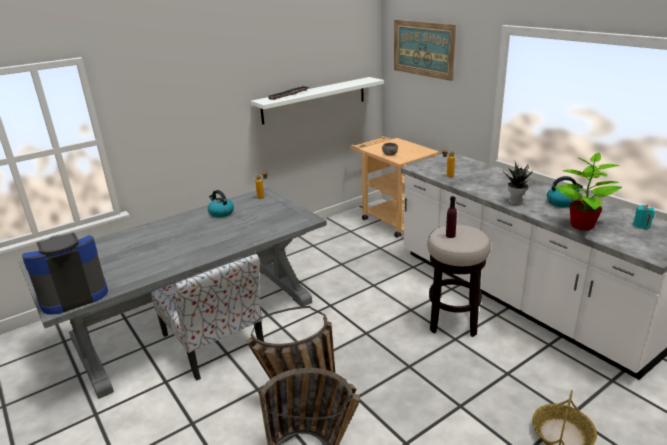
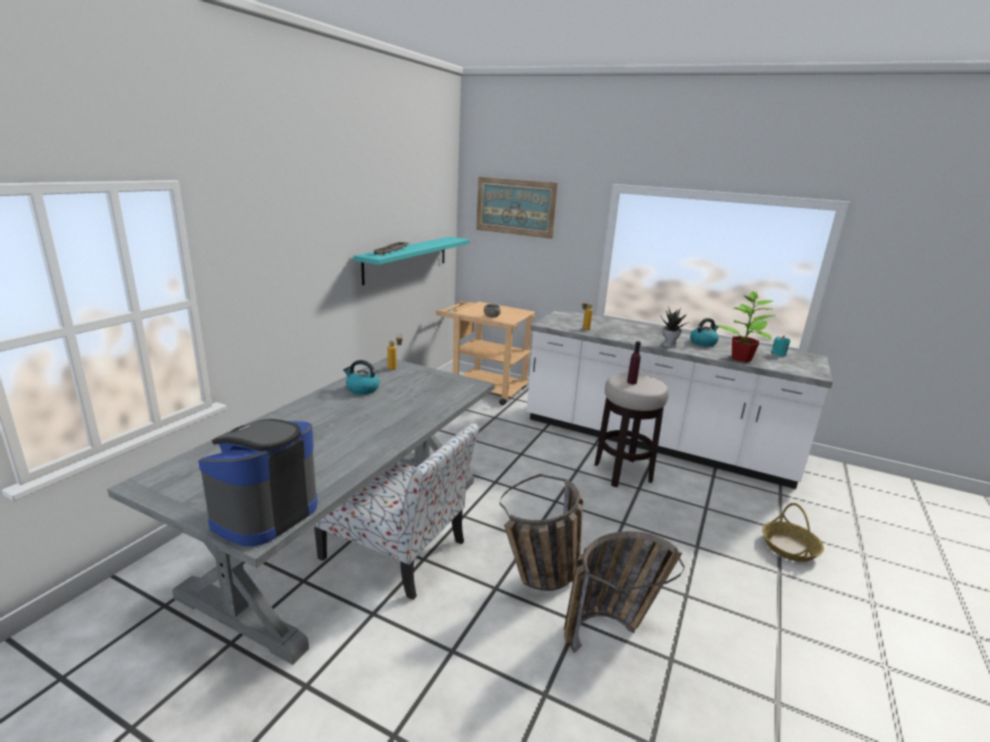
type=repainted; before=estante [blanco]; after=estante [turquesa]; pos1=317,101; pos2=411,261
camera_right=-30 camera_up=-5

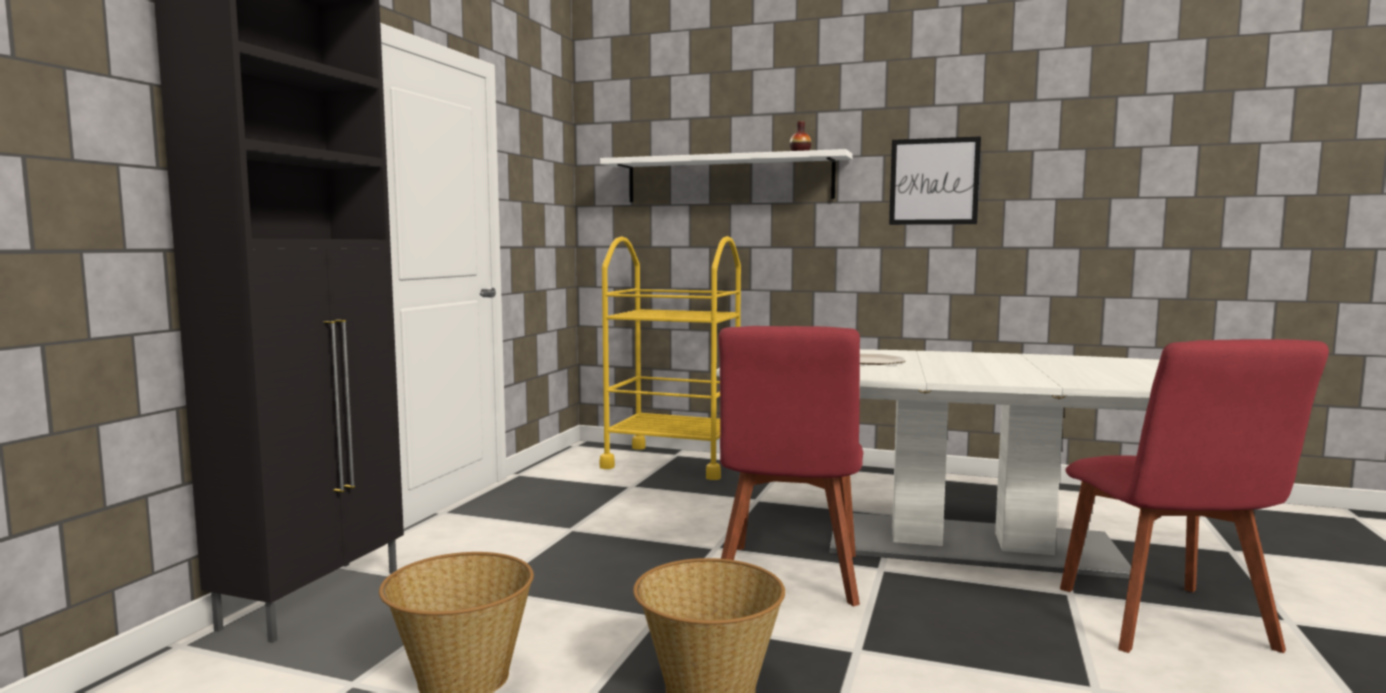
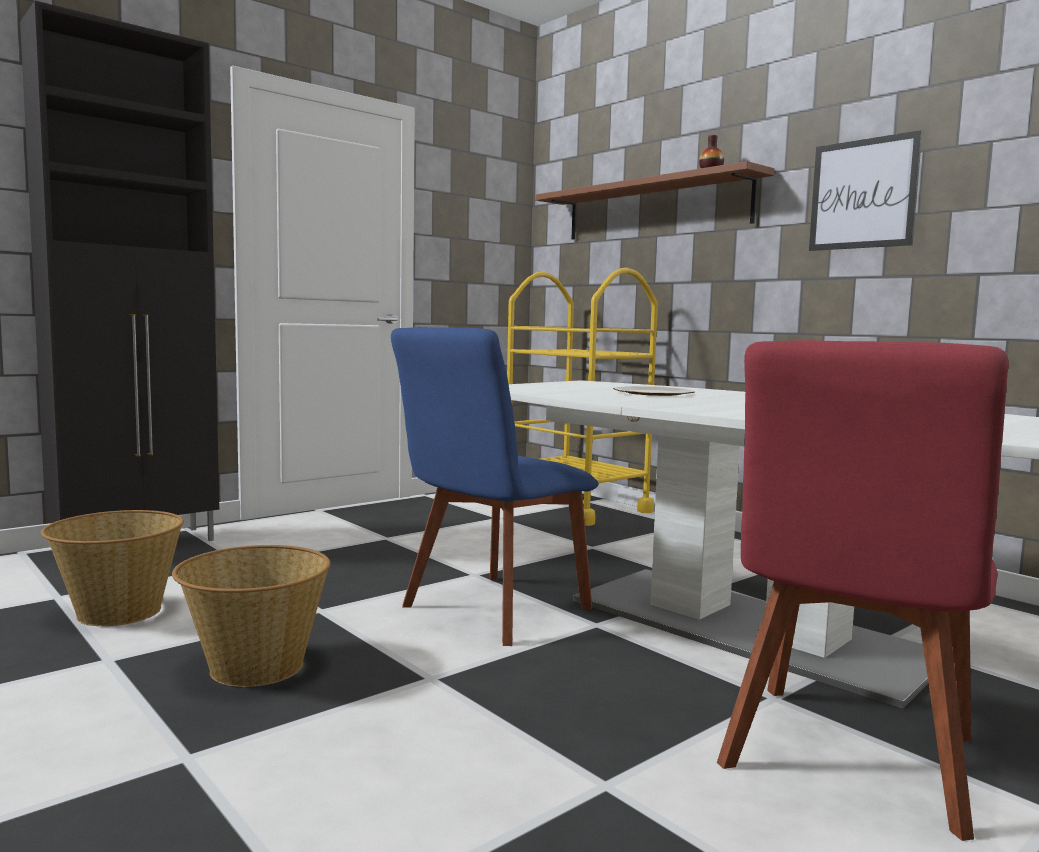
type=repainted; before=estante [blanco]; after=estante [marrón]; pos1=726,175; pos2=654,200
type=repainted; before=silla [rojo]; after=silla [azul]; pos1=791,466; pos2=494,486
camera_right=30 camera_up=0

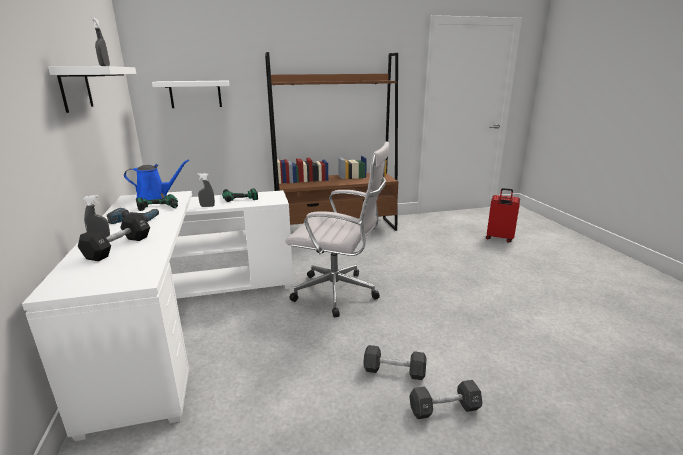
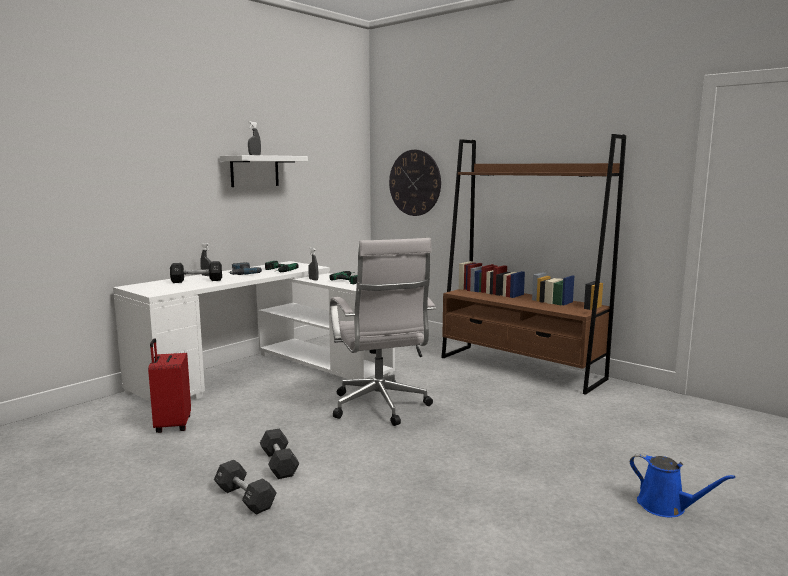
type=shifted; before=regadera [azul]; pos1=156,180; pos2=682,485
type=swapped; before=estante [blanco]; after=reloj de pared; pos1=190,94; pos2=415,183
type=shifted; before=maleta [rojo]; pos1=503,215; pos2=169,385
camera_right=55 camera_up=-10

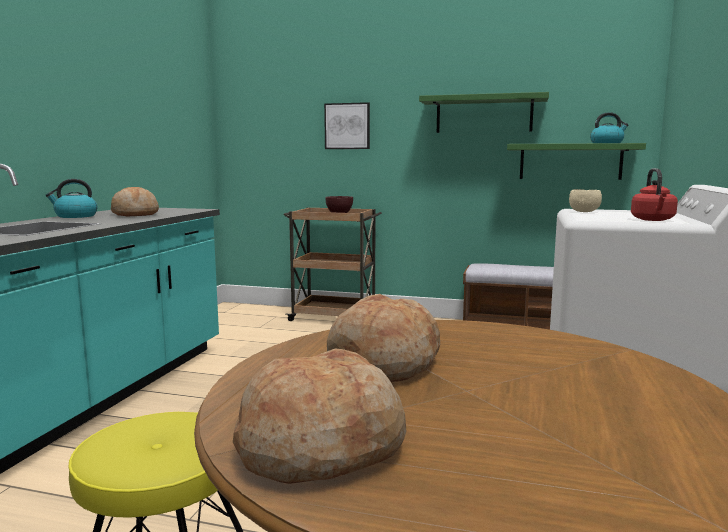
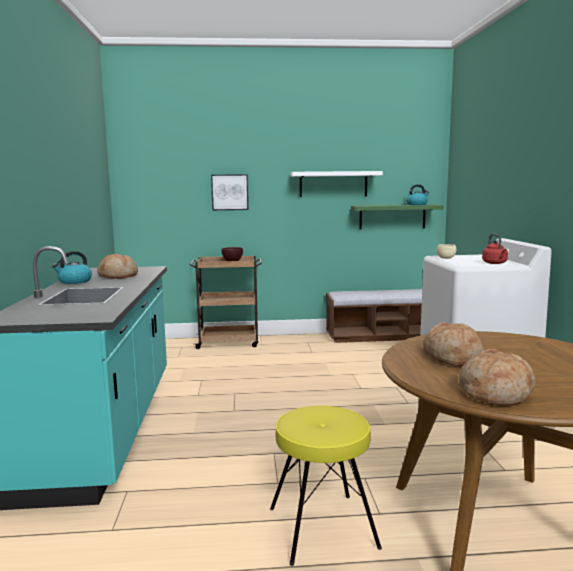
type=repainted; before=estante [verde]; after=estante [blanco]; pos1=484,112; pos2=336,184
camera_right=-20 camera_up=0

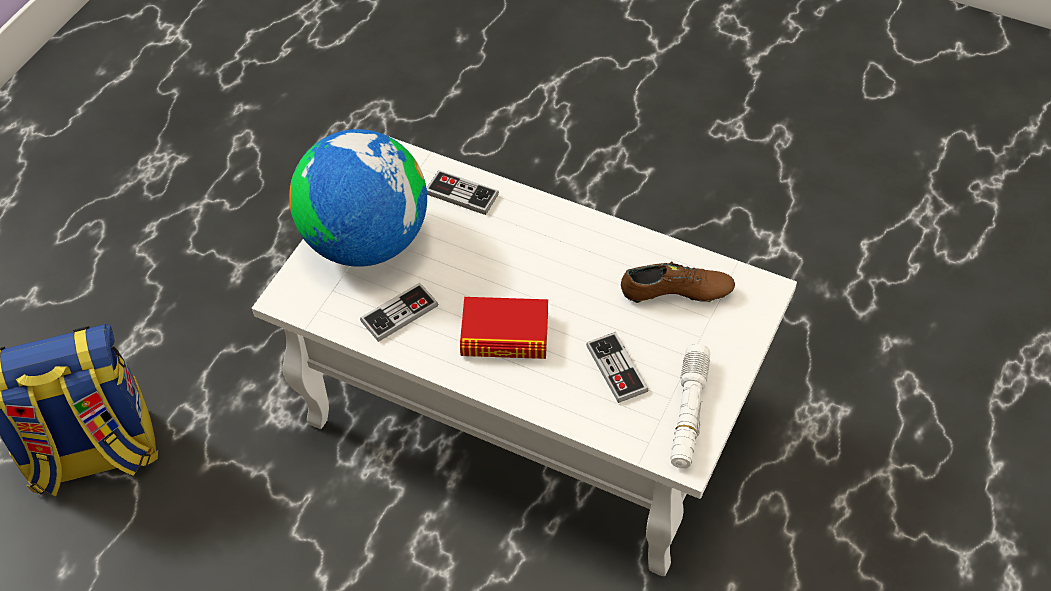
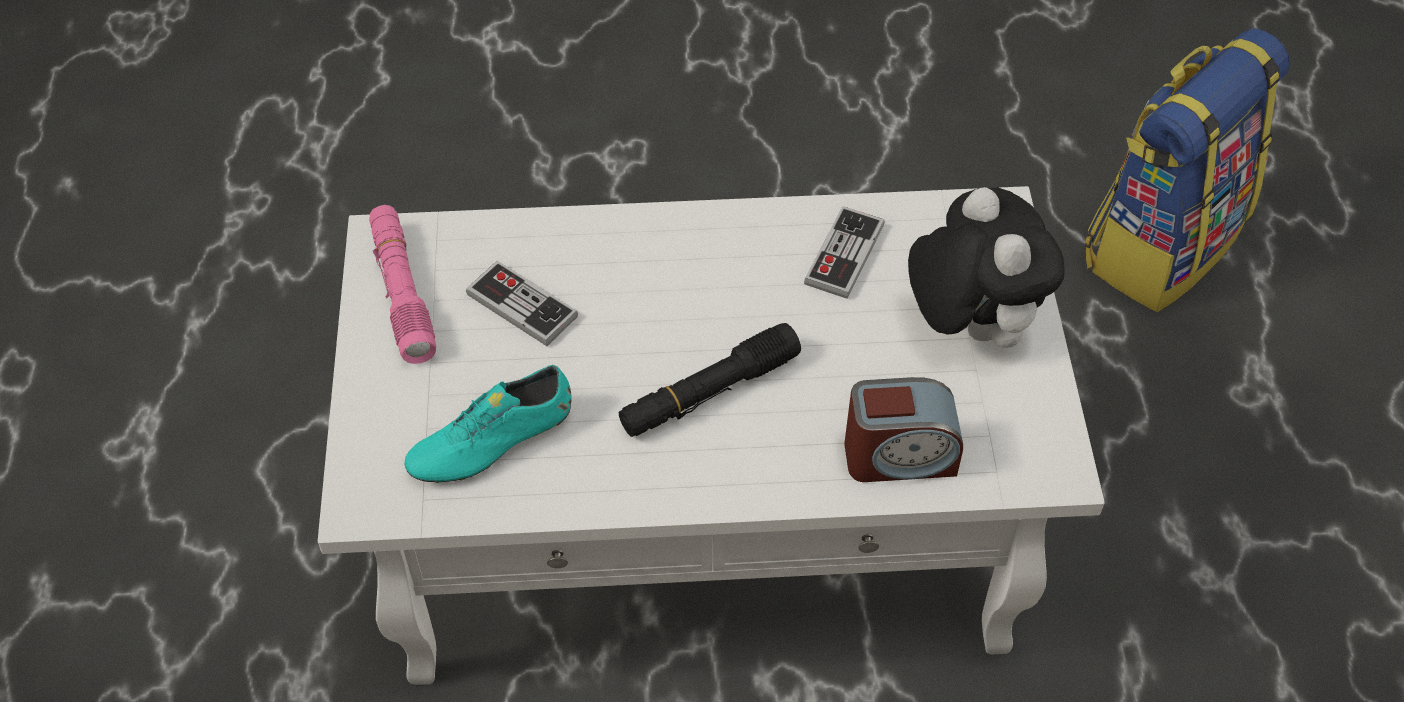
type=swapped; before=globo terráqueo; after=peluche; pos1=358,198; pos2=986,267
type=swapped; before=mando de consola; after=despertador; pos1=463,192; pos2=904,429
type=gone; before=libro; pos1=504,328
type=repainted; before=zapato [marrón]; after=zapato [turquesa]; pos1=678,282; pos2=488,424
type=repainted; before=linterna [blanco]; after=linterna [rosa]; pos1=690,406; pos2=402,284
type=new; after=linterna [negro]; pos2=710,380
camera_right=150 camera_up=0

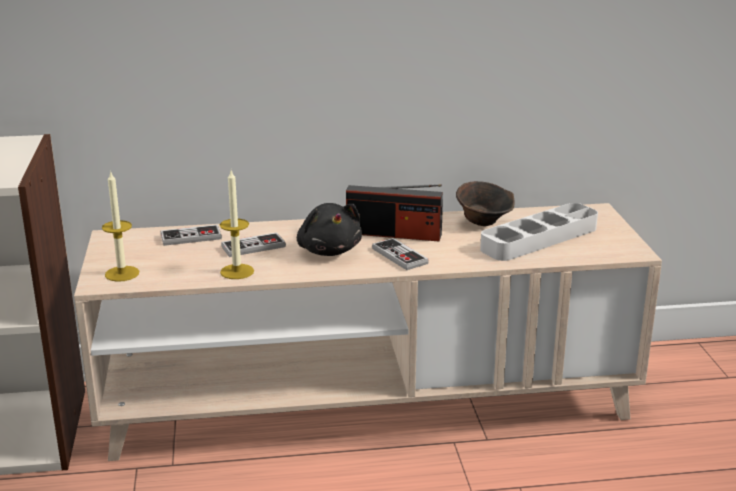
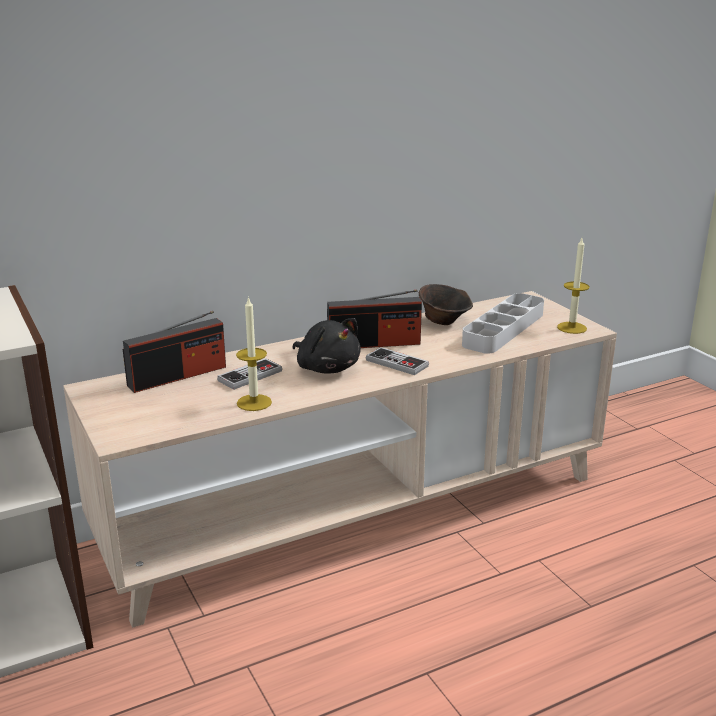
type=shifted; before=vela; pos1=120,226; pos2=573,286
type=swapped; before=mando de consola; after=radio; pos1=191,235; pos2=174,352
camera_right=-20 camera_up=0

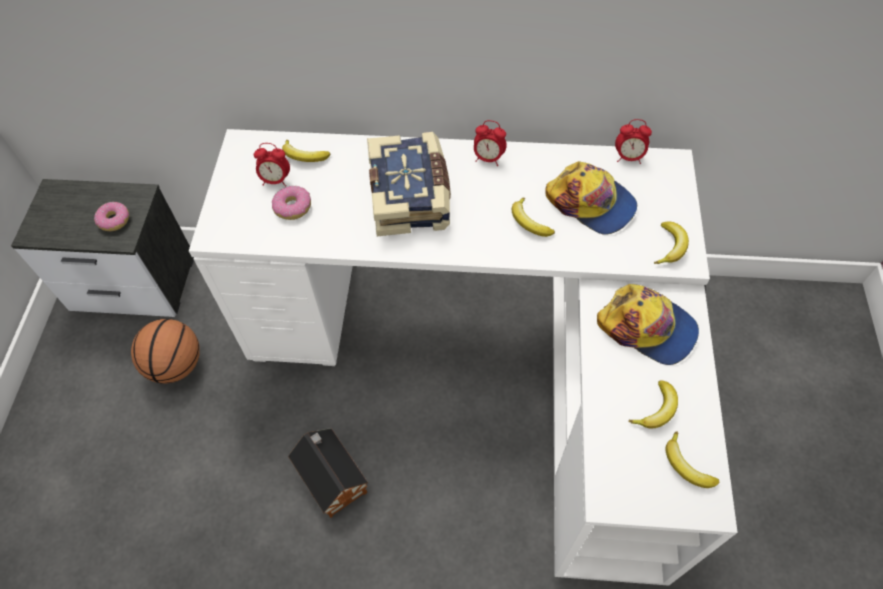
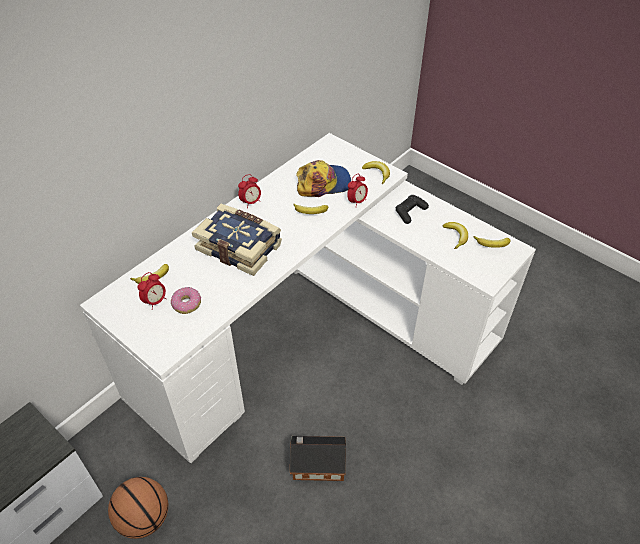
type=gone; before=rosquilla; pos1=111,216
type=swapped; before=gorra; after=mando de consola [negro]; pos1=648,324; pos2=412,209
type=shifted; before=despertador; pos1=633,141; pos2=357,191
camera_right=-55 camera_up=-10

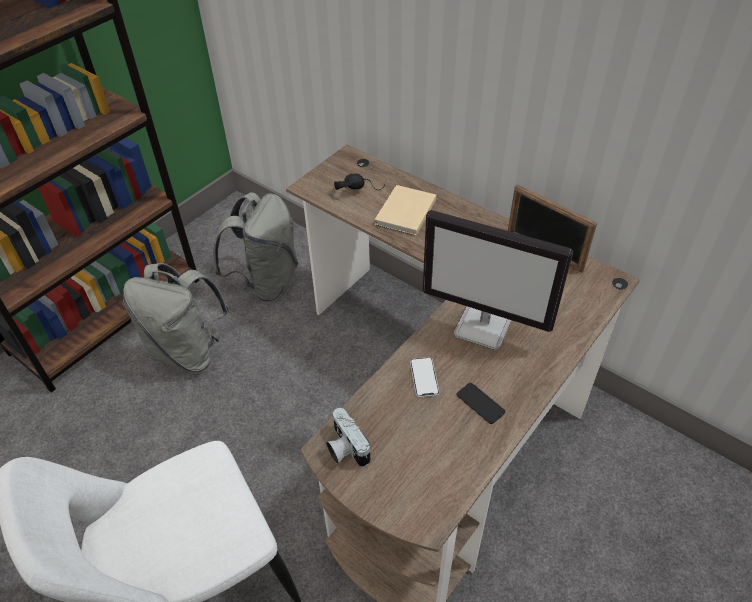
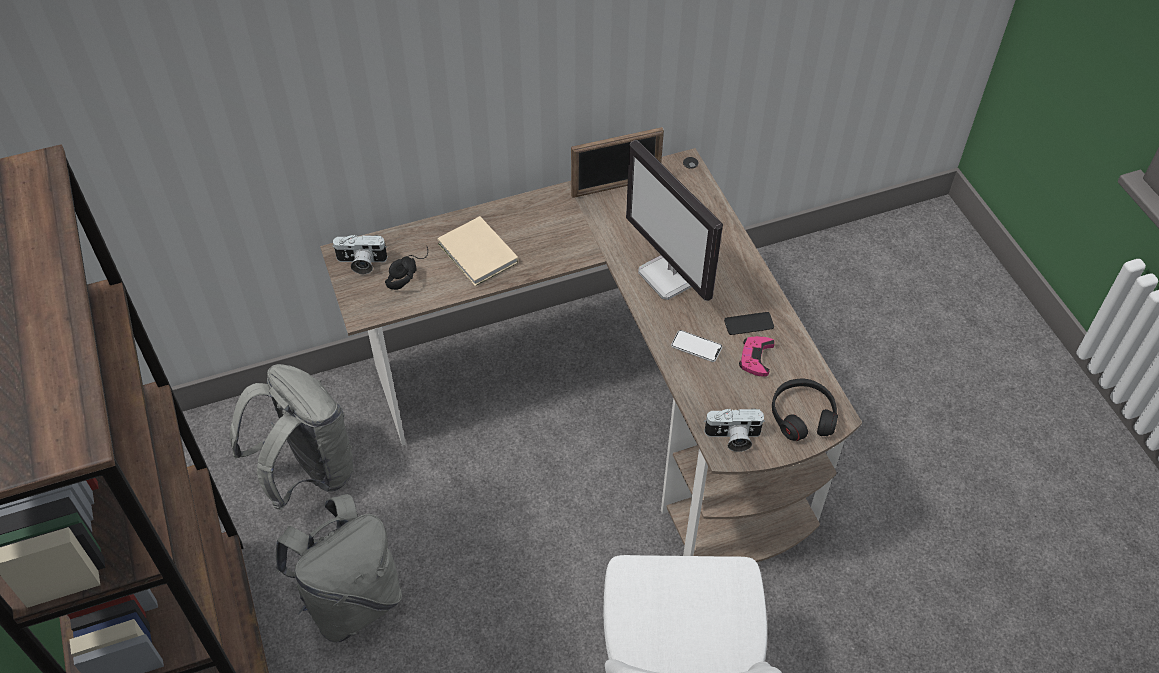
type=rotated; before=monitor; pos1=498,280; pos2=674,220; turn=90
type=new; after=cámara; pos2=360,254
type=new; after=mando de consola [rosa]; pos2=756,356
type=new; after=auriculares [negro]; pos2=805,410
camera_right=-60 camera_up=5

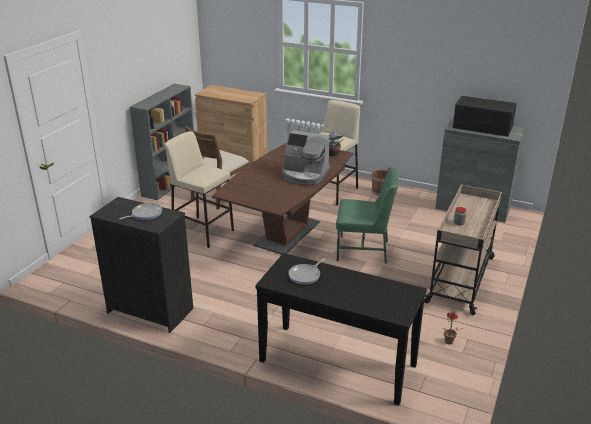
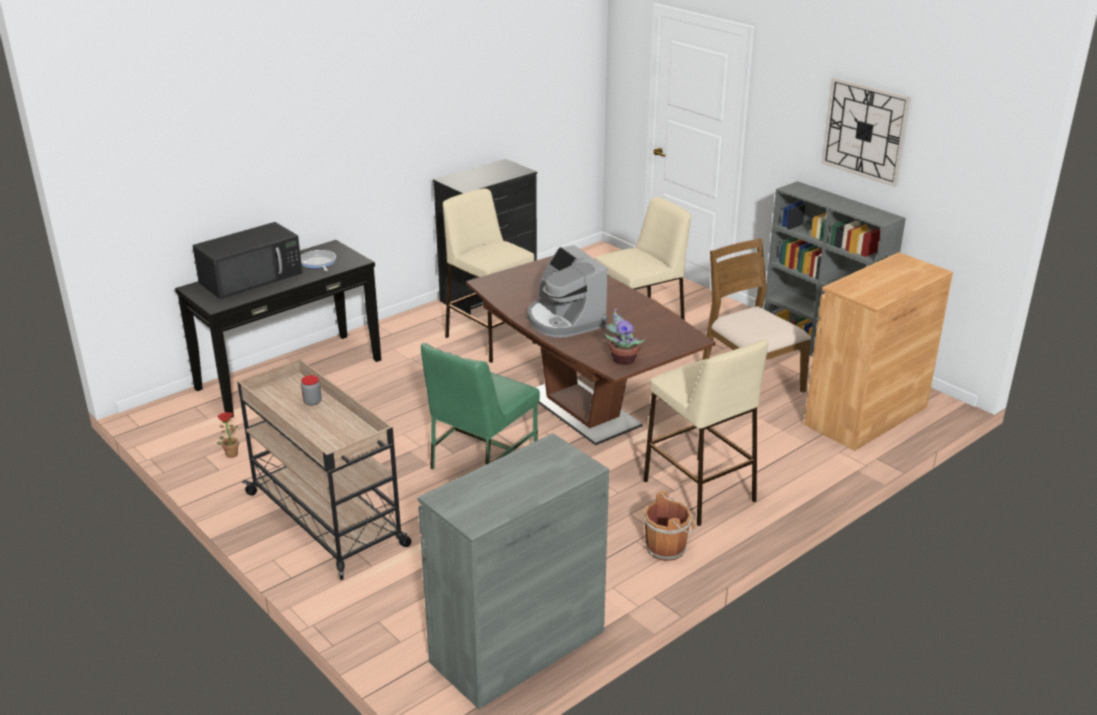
type=gone; before=sartén; pos1=140,211
type=rotated; before=cafetera; pos1=306,157; pos2=568,291; turn=-75
type=shifted; before=microondas [negro]; pos1=485,116; pos2=247,260
type=new; after=taburete [beis]; pos2=489,275
type=new; after=reloj de pared; pos2=866,132
camera_right=115 camera_up=0

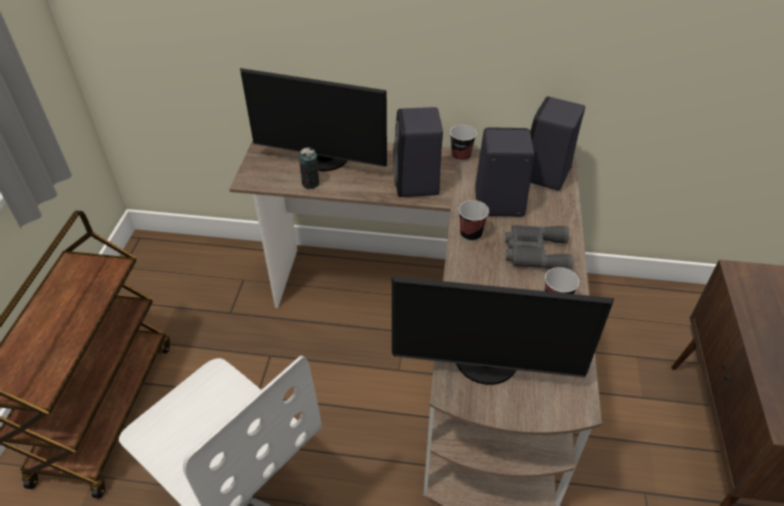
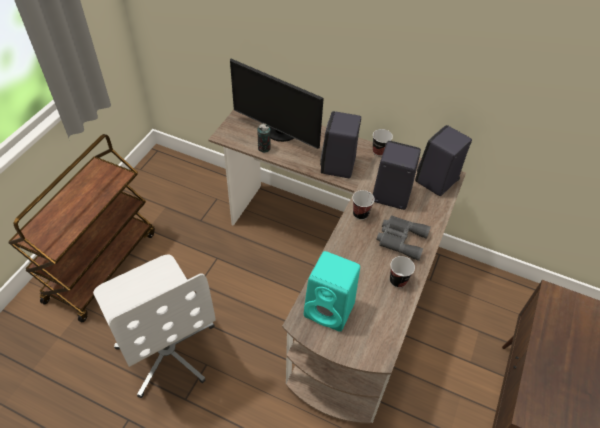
type=swapped; before=monitor; after=altavoz [turquesa]; pos1=503,330; pos2=332,291
camera_right=15 camera_up=5

